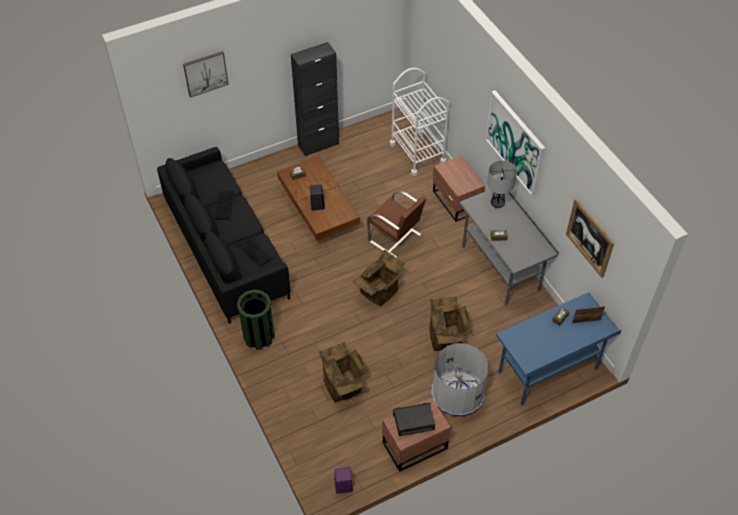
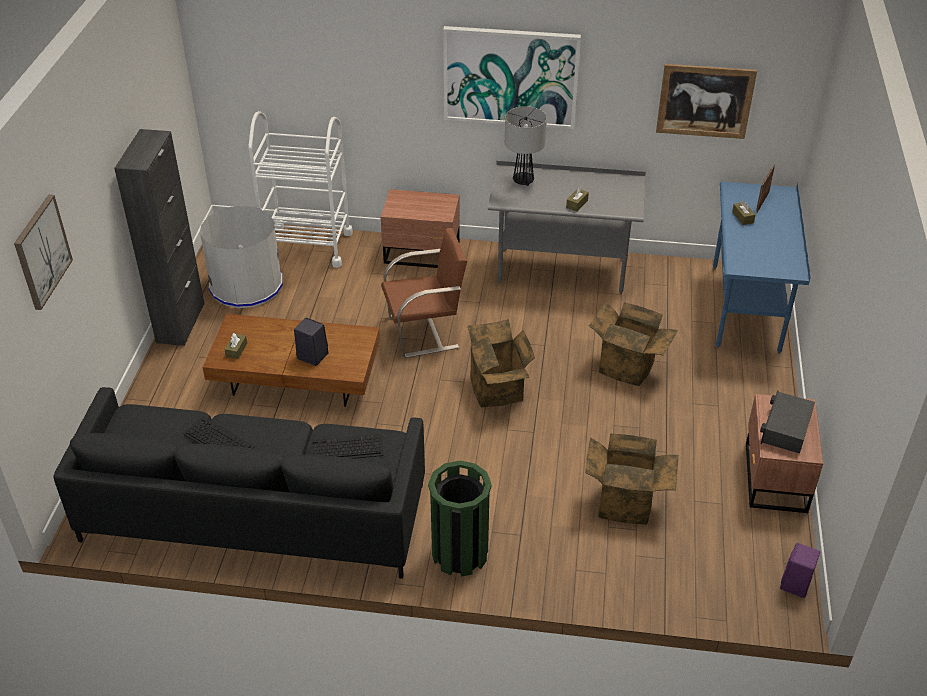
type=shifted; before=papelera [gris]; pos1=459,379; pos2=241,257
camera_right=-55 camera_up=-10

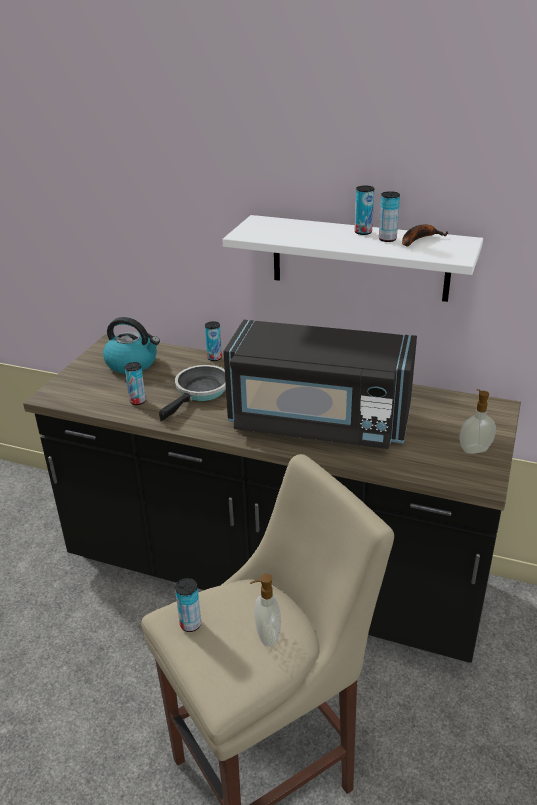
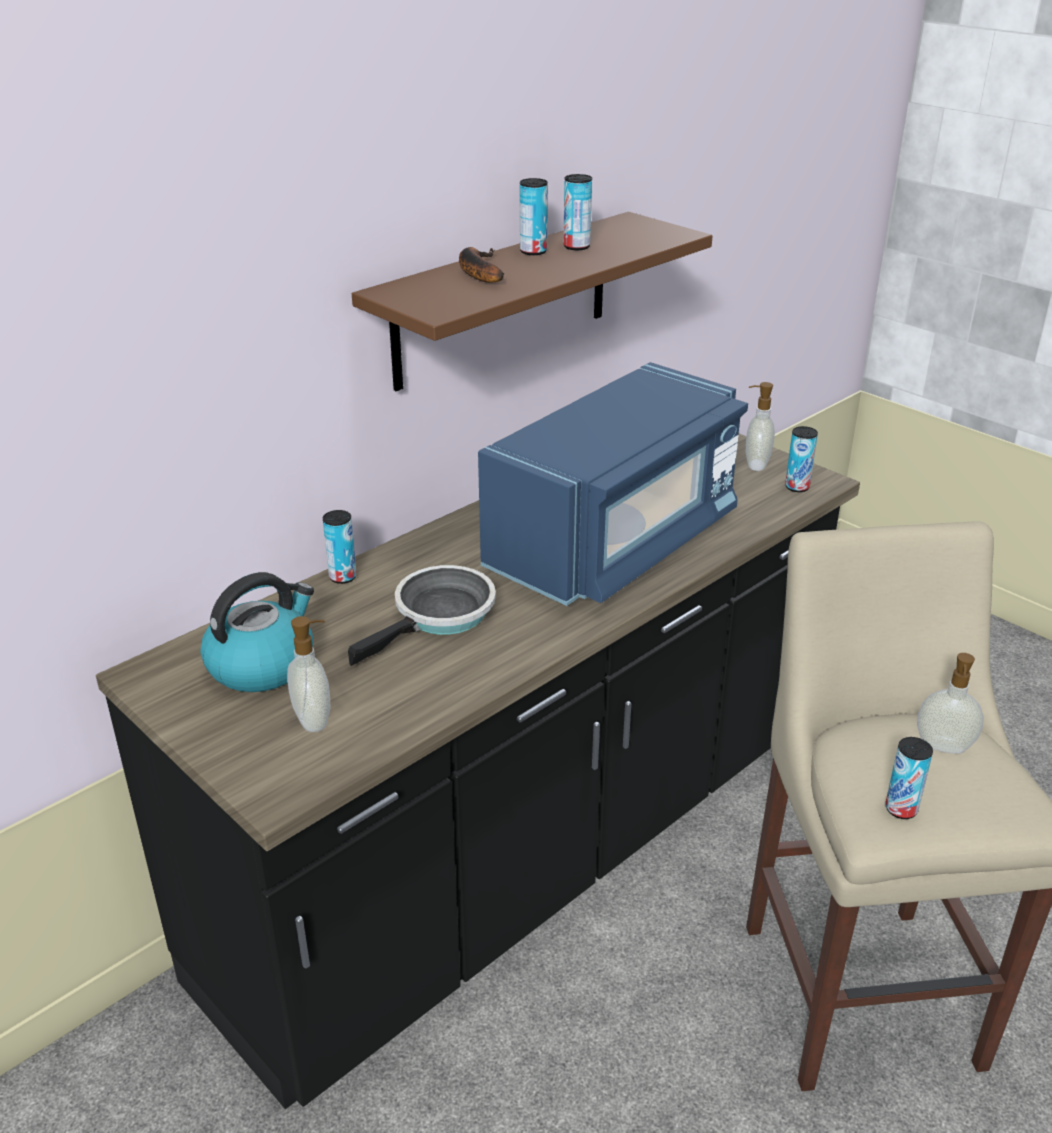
type=shifted; before=lata; pos1=135,383; pos2=801,459
type=rotated; before=sartén; pos1=192,393; pos2=422,615; turn=75
type=repainted; before=estante [blanco]; after=estante [marrón]; pos1=352,258; pos2=532,301
type=repainted; before=microondas [negro]; after=microondas [azul]; pos1=320,384; pos2=613,484
type=shifted; before=plátano; pos1=425,235; pos2=481,265
type=new; after=dispensador de jabón; pos2=309,674
camera_right=-65 camera_up=0

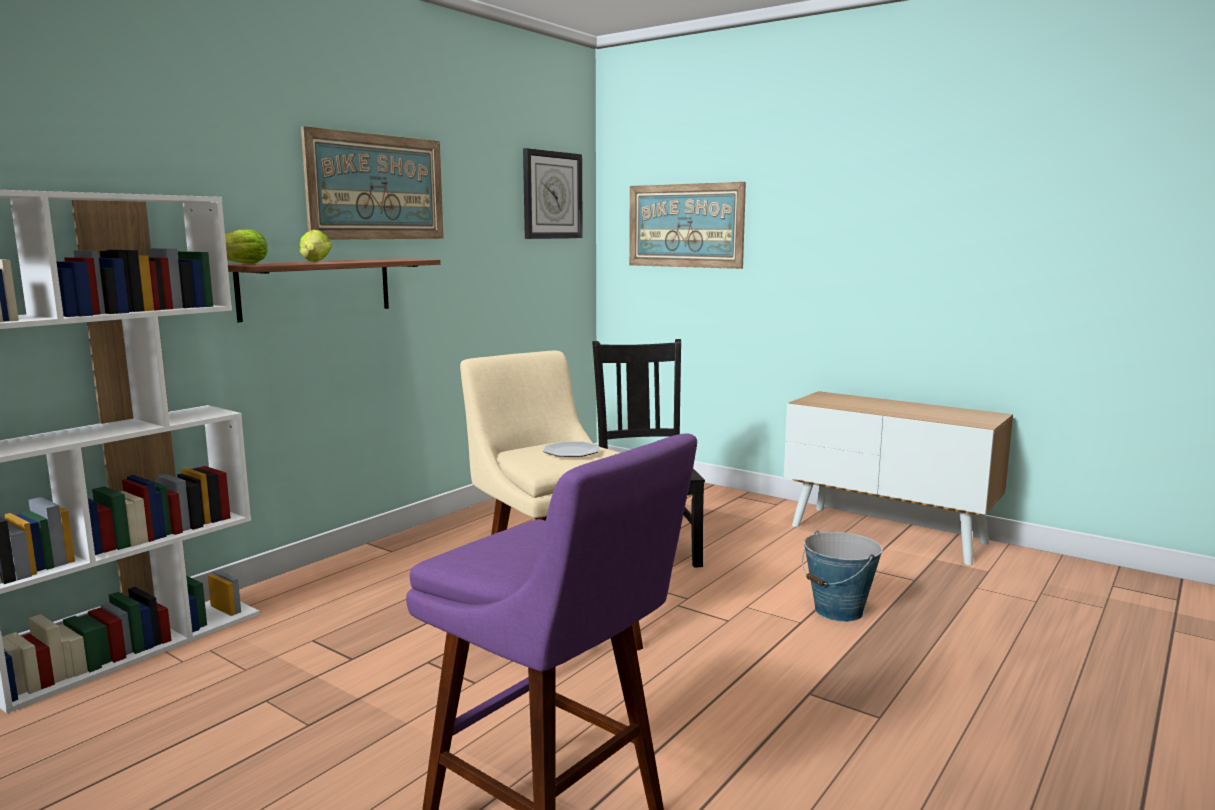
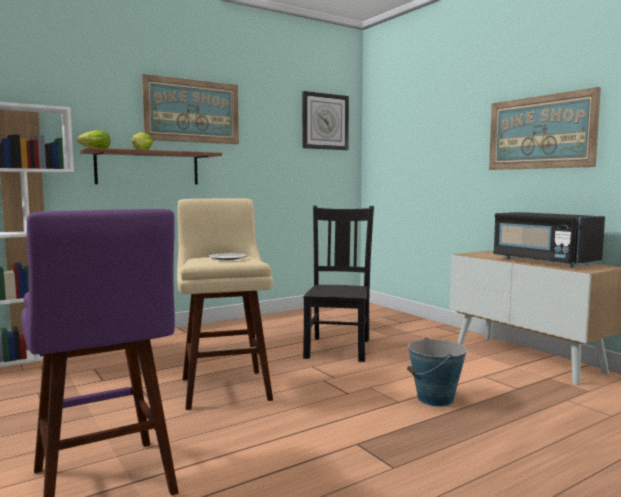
type=shifted; before=cuadro; pos1=687,225; pos2=545,128
type=new; after=microondas [negro]; pos2=549,240
camera_right=20 camera_up=-5

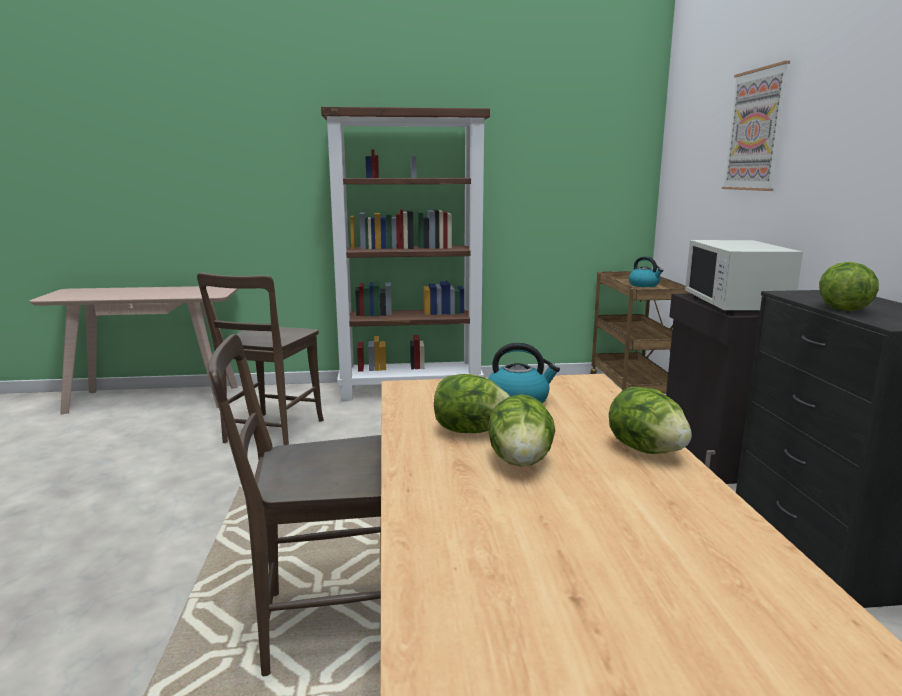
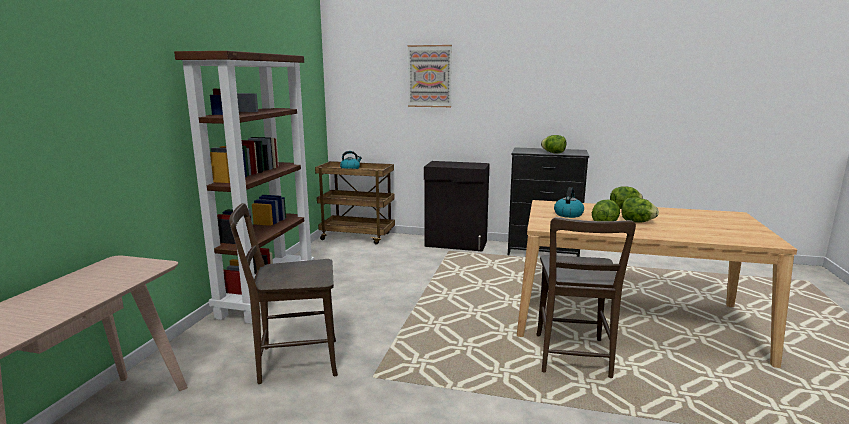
type=rotated; before=silla [marrón]; pos1=260,359; pos2=283,293; turn=135
type=gone; before=microondas [blanco]; pos1=744,277
camera_right=-70 camera_up=0

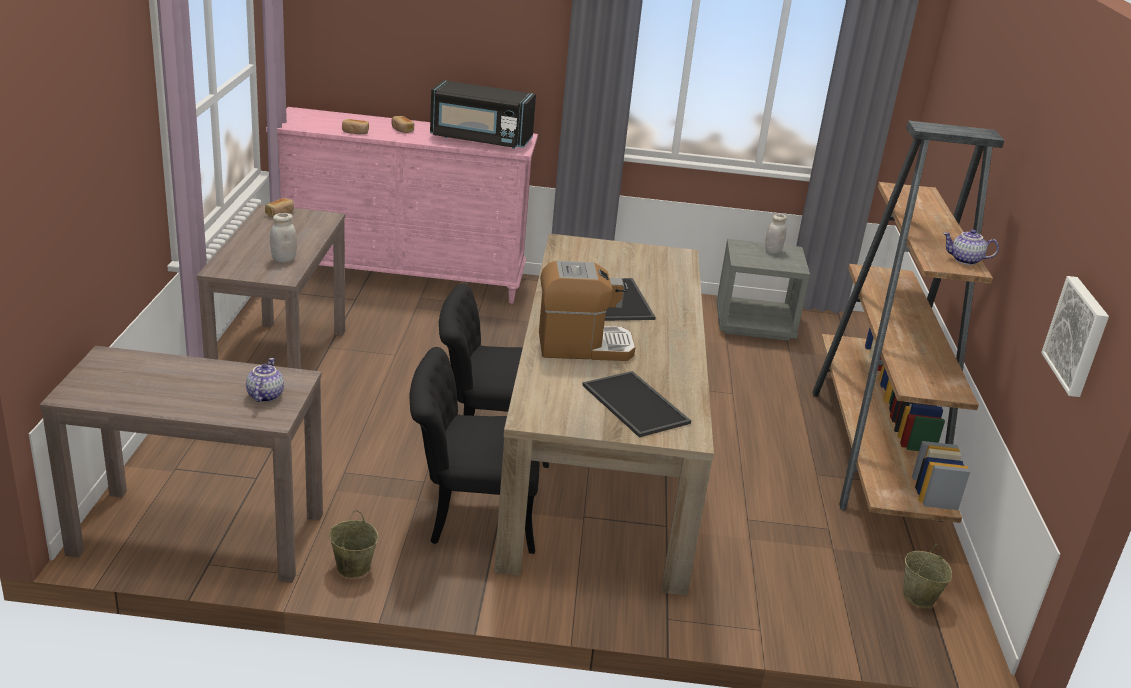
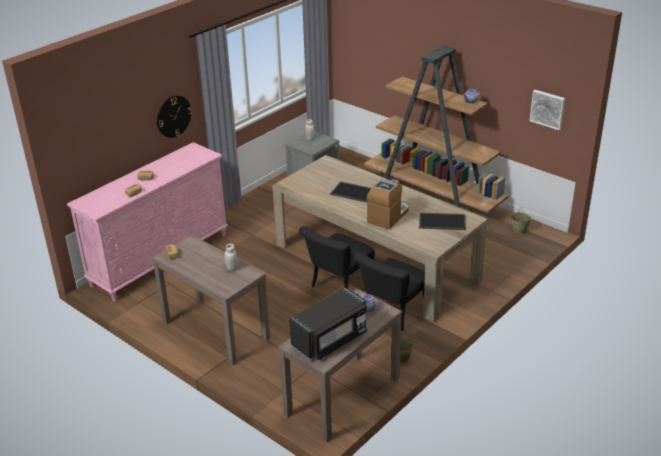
type=shifted; before=microondas [negro]; pos1=483,114; pos2=328,323
type=new; after=reloj de pared; pos2=174,116
camera_right=-50 camera_up=5

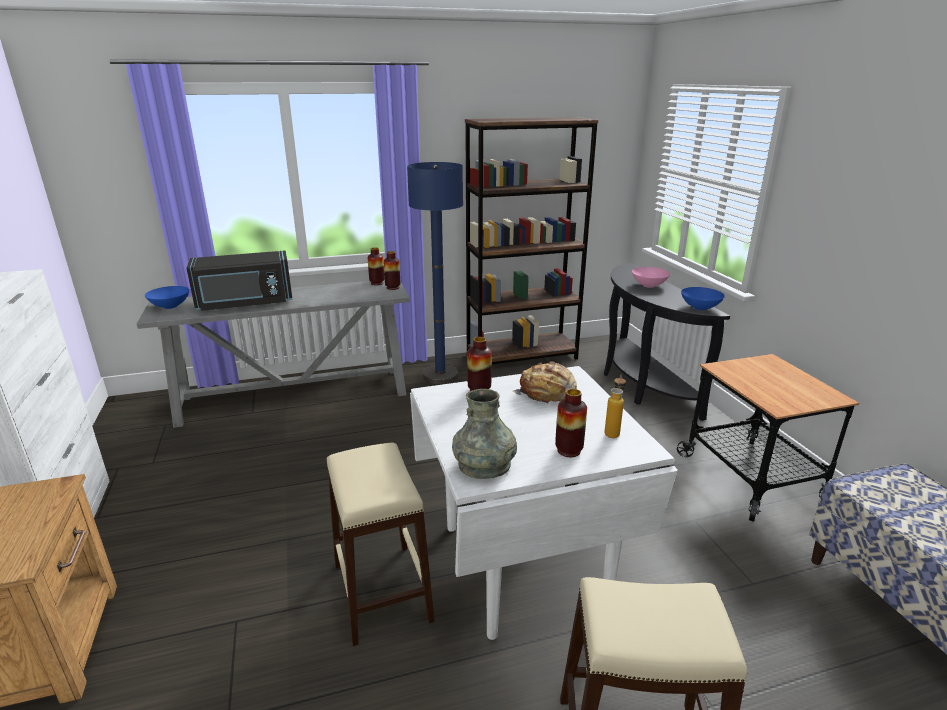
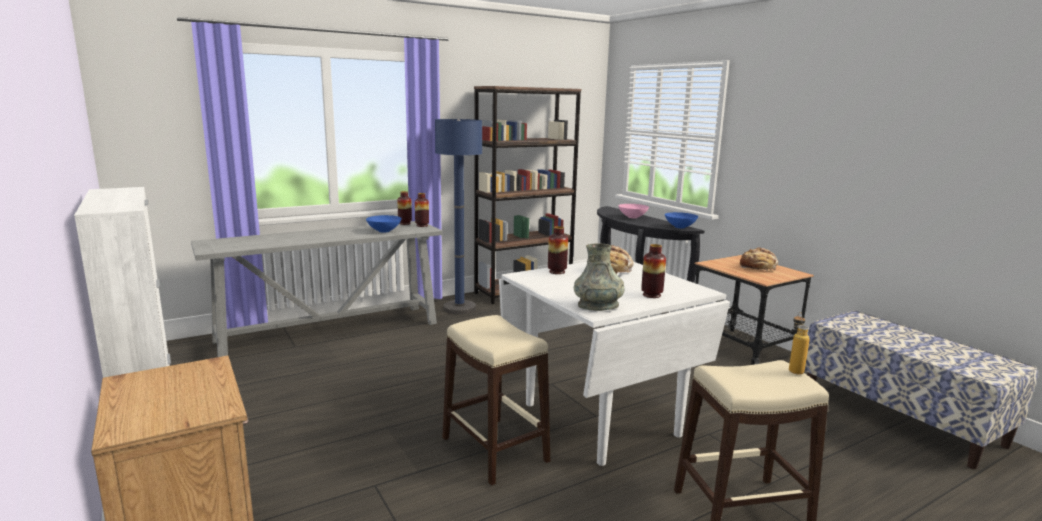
type=shifted; before=cuenco [azul]; pos1=167,297; pos2=384,224
type=gone; before=microondas [negro]; pos1=239,281
type=shifted; before=botella; pos1=615,406; pos2=799,343
type=new; after=pan; pos2=759,259
camera_right=-15 camera_up=-10

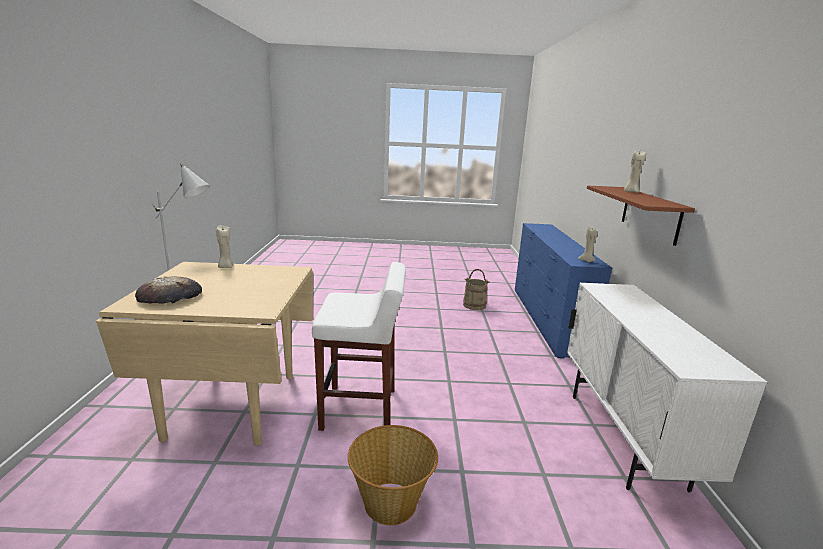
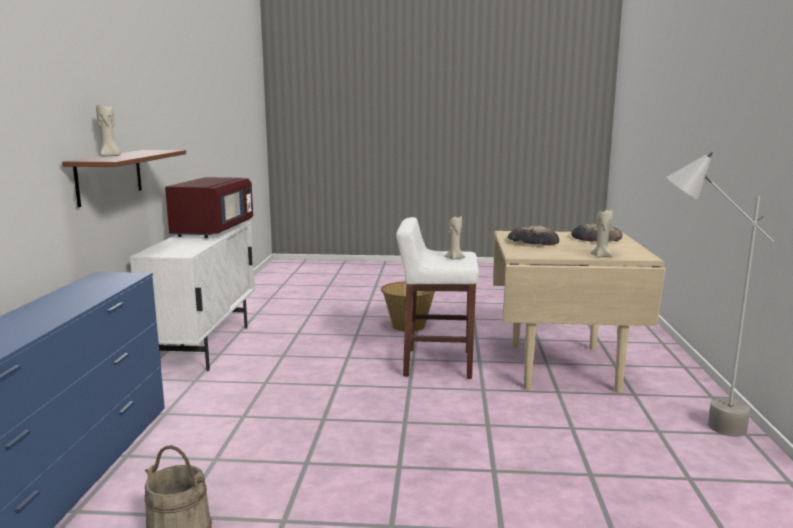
type=shifted; before=vela [beis]; pos1=587,244; pos2=454,237
type=new; after=microondas [rojo]; pos2=209,207
type=new; after=pan; pos2=533,236
camera_right=-175 camera_up=-5

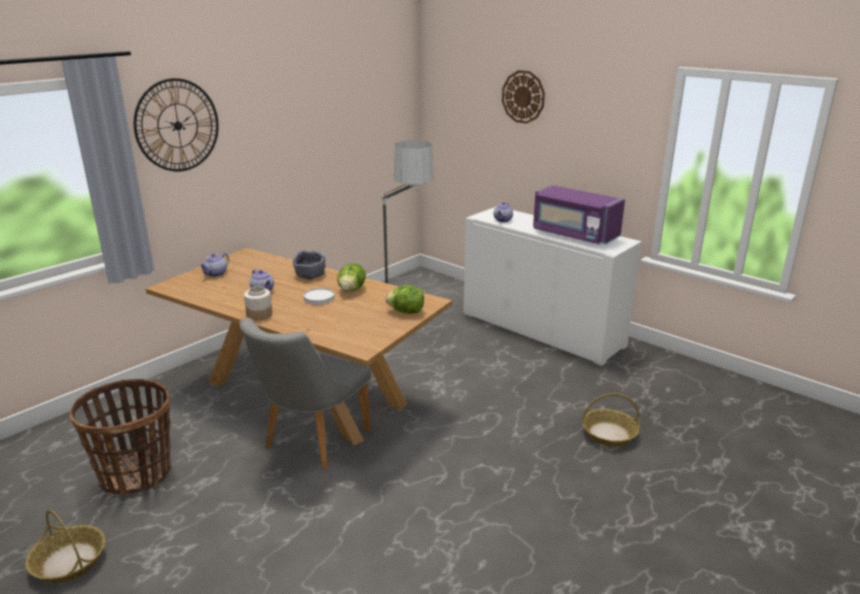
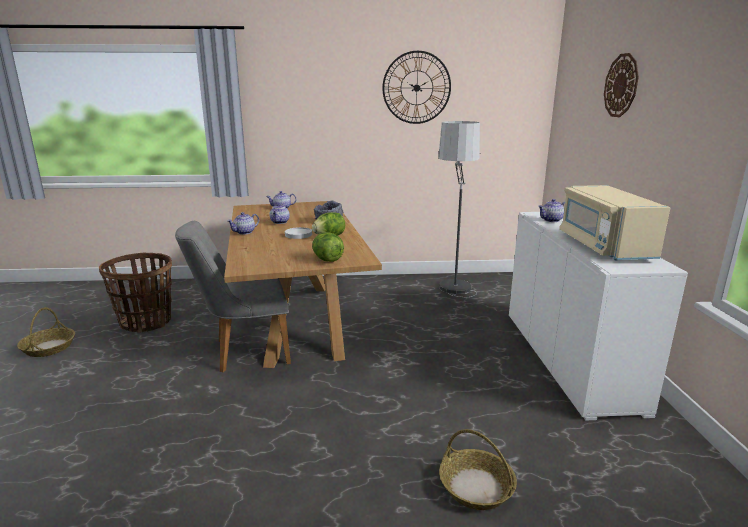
type=shifted; before=reloj de pared; pos1=176,125; pos2=416,87
type=swapped; before=tarro; after=tetera; pos1=258,303; pos2=243,223
type=repainted; before=microondas [morado]; after=microondas [beis]; pos1=579,215; pos2=614,222
camera_right=45 camera_up=-5

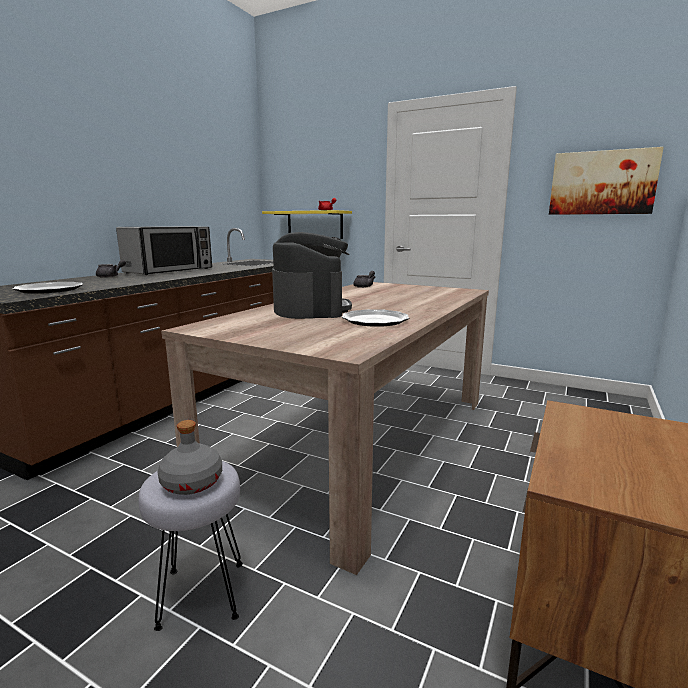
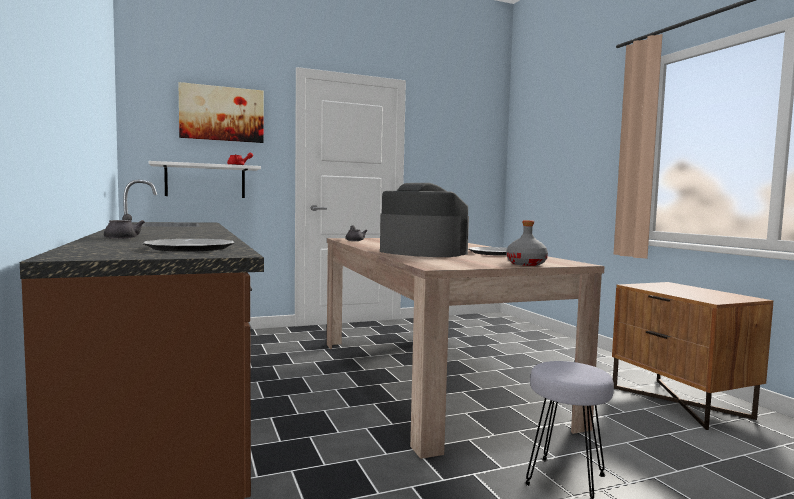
type=gone; before=microondas; pos1=164,250
type=shifted; before=botella [gris]; pos1=189,457; pos2=527,243
type=repainted; before=estante [amarillo]; after=estante [blanco]; pos1=307,224; pos2=205,179
type=shifted; before=cuadro; pos1=606,181; pos2=220,112
camera_right=-50 camera_up=-10

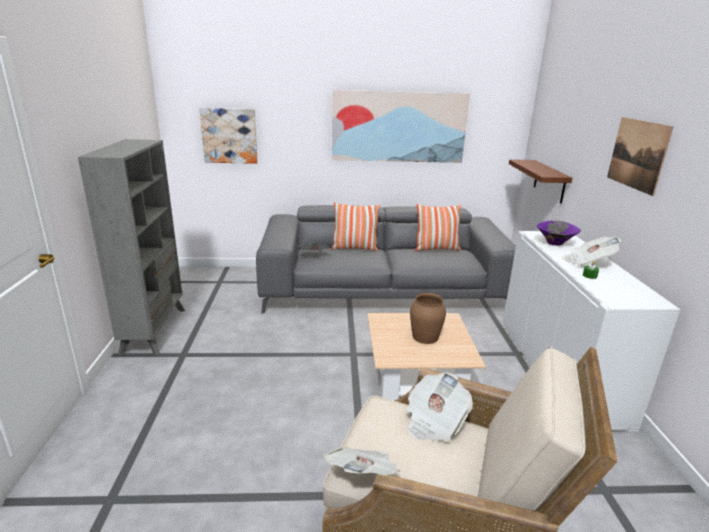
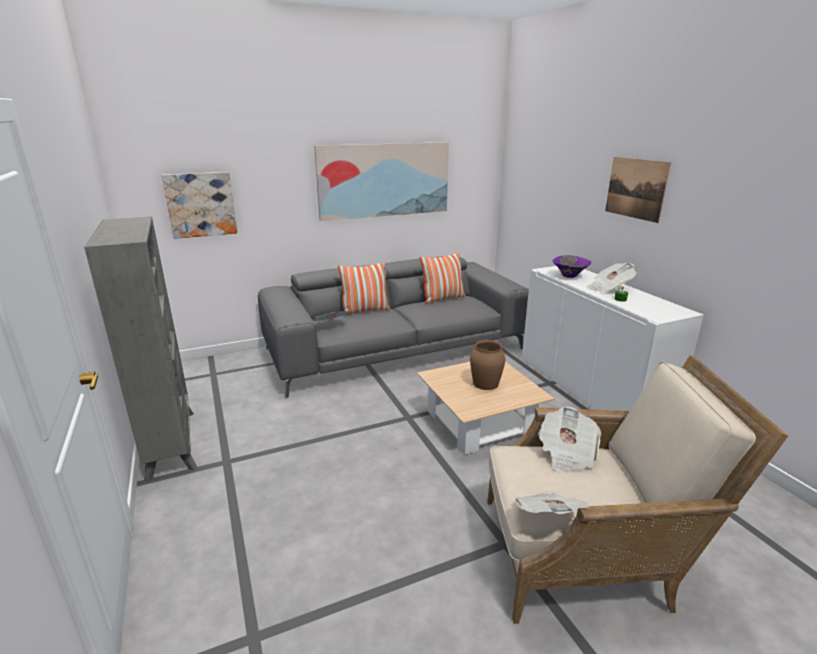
type=gone; before=estante [marrón]; pos1=540,181
camera_right=-20 camera_up=0

